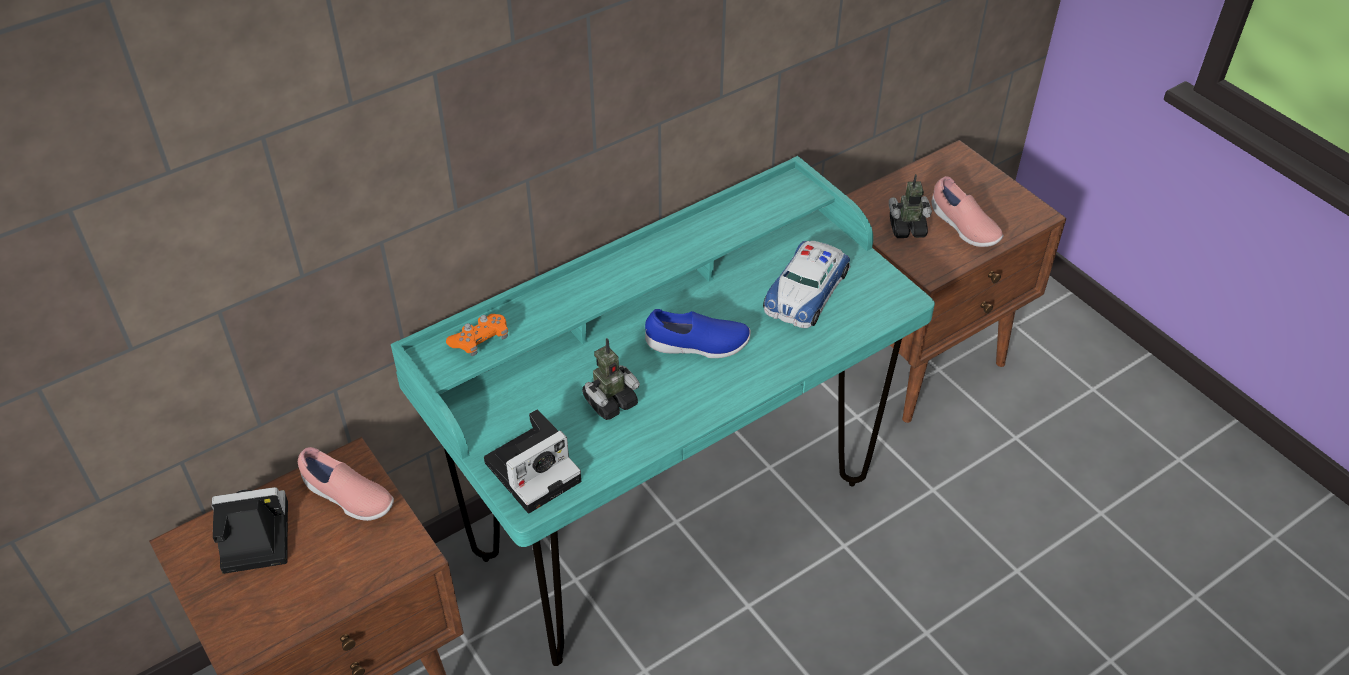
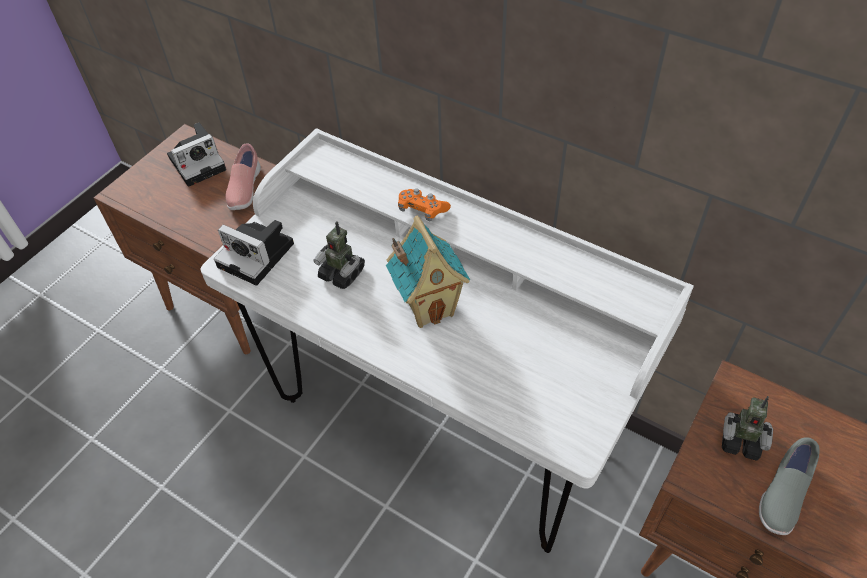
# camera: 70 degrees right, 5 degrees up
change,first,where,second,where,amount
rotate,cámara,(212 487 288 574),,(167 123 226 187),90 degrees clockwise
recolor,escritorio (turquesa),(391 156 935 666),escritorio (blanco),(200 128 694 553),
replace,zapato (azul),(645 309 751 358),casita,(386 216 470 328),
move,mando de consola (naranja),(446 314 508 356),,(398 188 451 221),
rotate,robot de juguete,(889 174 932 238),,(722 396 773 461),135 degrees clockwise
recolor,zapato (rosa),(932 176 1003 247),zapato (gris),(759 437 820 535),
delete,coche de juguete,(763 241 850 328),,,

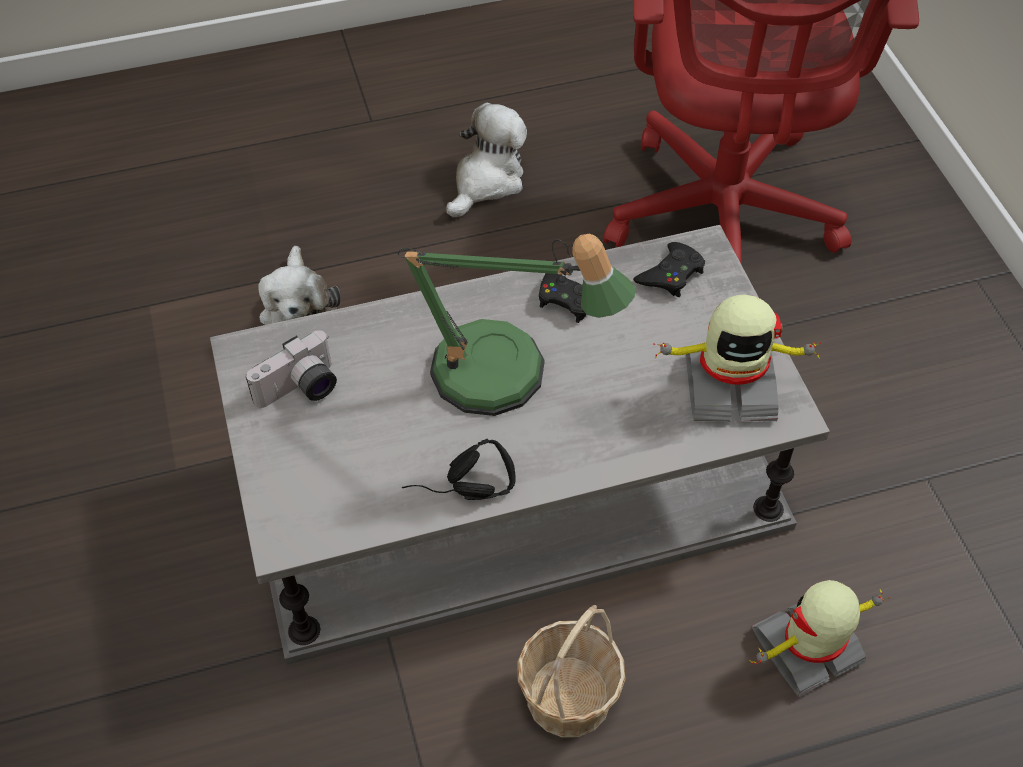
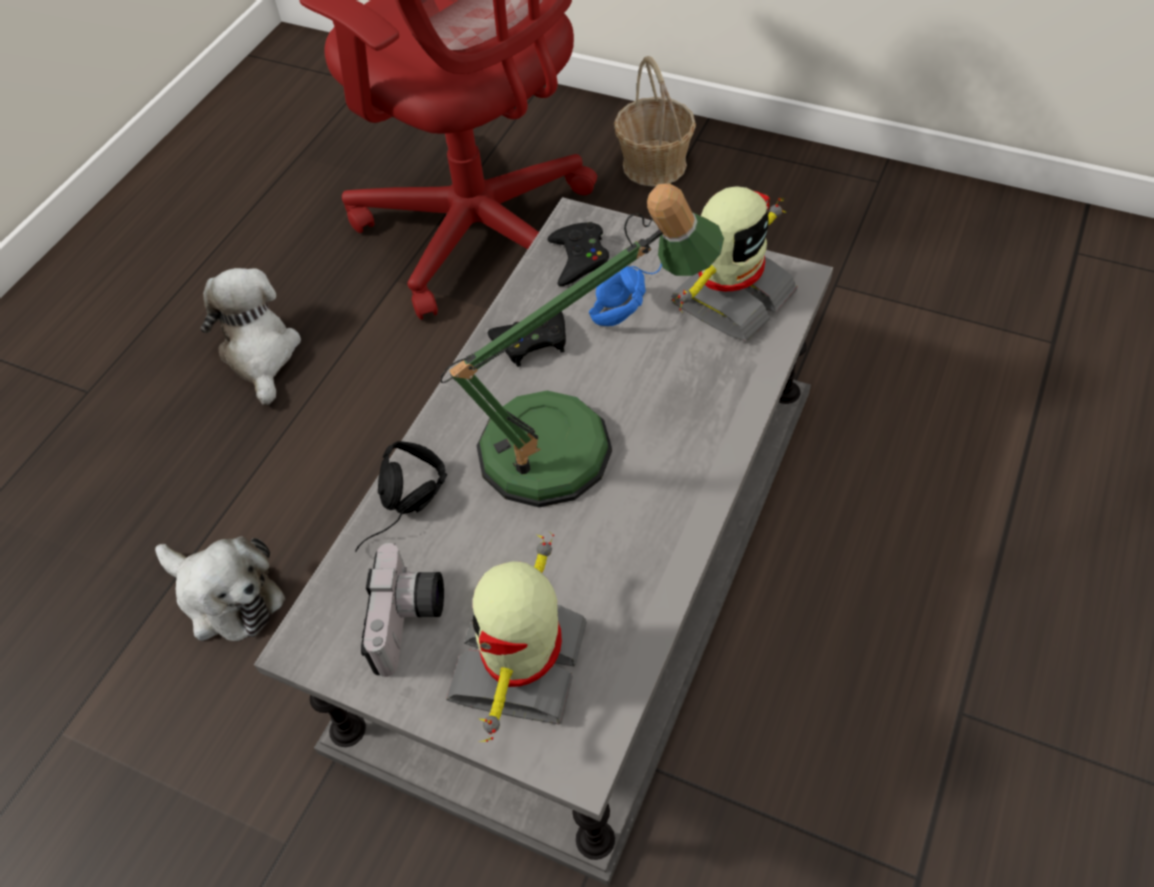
# camera: 45 degrees left, 0 degrees up
change,first,where,second,where,amount
move,auriculares (negro),(401 439 516 500),,(355 441 447 552),
move,robot de juguete,(751 580 890 697),,(446 534 587 742),
insert,,,auriculares (azul),(589 264 662 326),
move,cesta,(517 605 625 738),,(614 56 696 187),

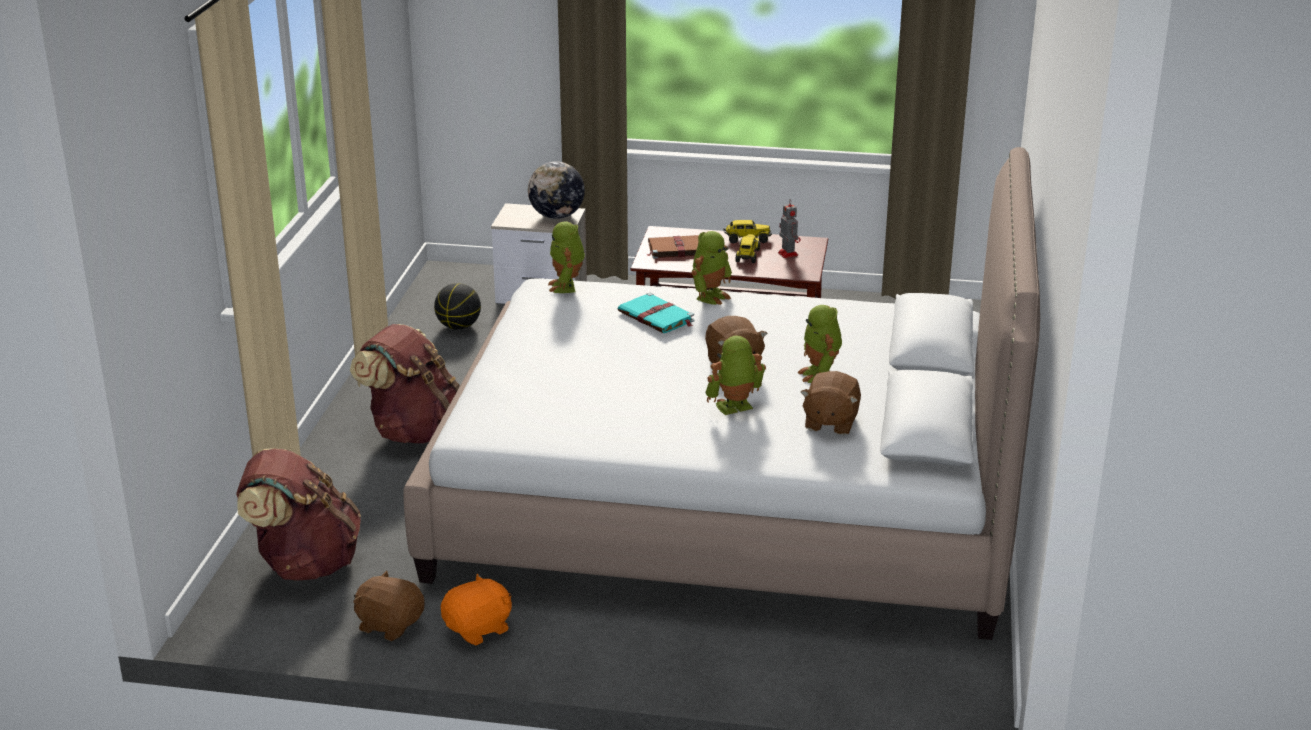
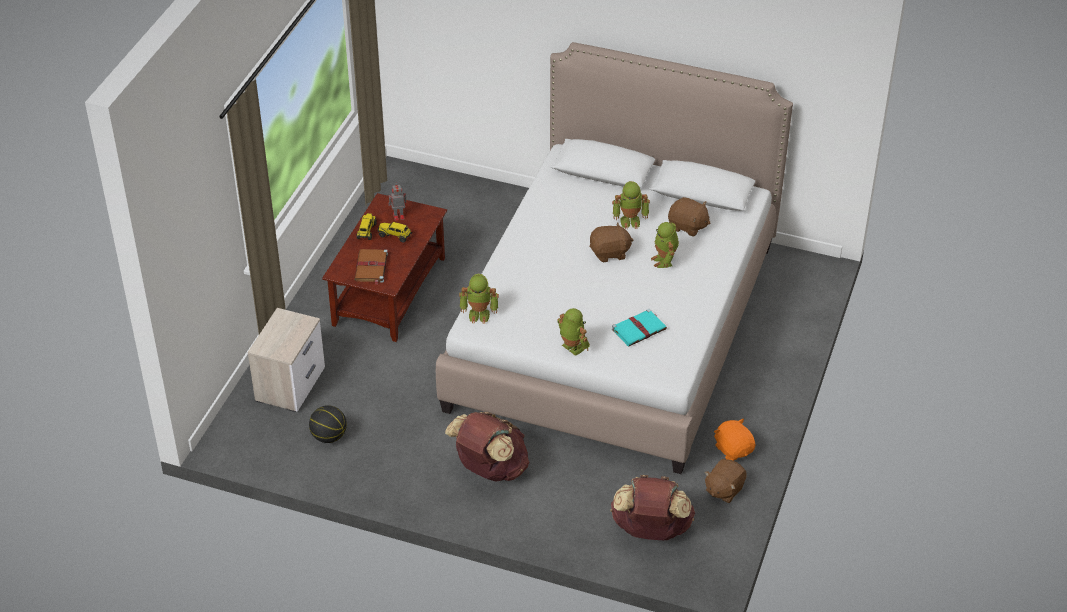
# camera: 80 degrees left, 15 degrees up
change,first,where,second,where,amount
move,robot de juguete,(692 231 732 305),,(557 308 590 356),
move,libro (turquesa),(618 293 694 333),,(612 309 667 347),
delete,globo terráqueo,(528 161 585 219),,,

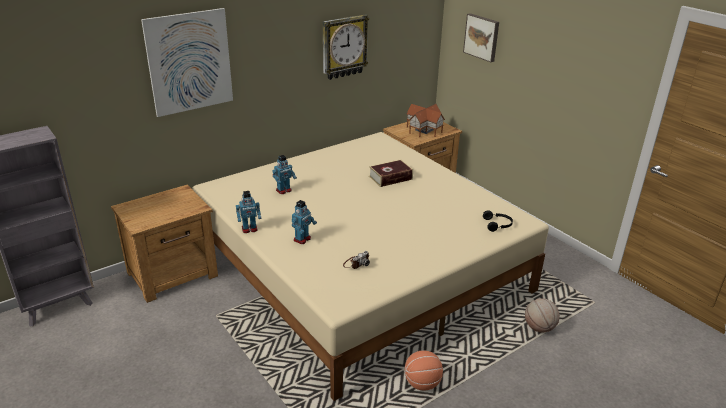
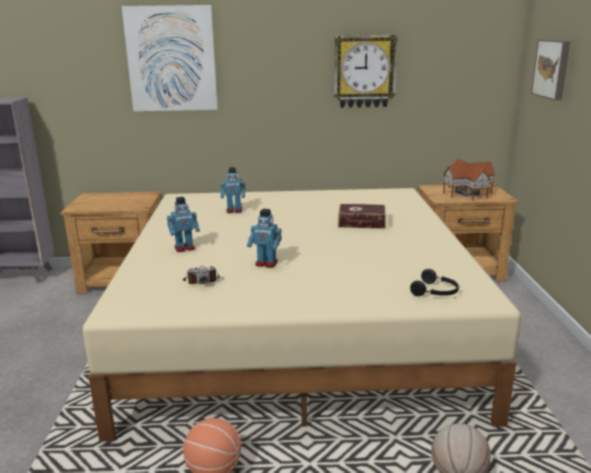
# camera: 35 degrees right, 10 degrees down
change,first,where,second,where,amount
move,robot de juguete,(236 191 261 233),,(247 209 282 268),

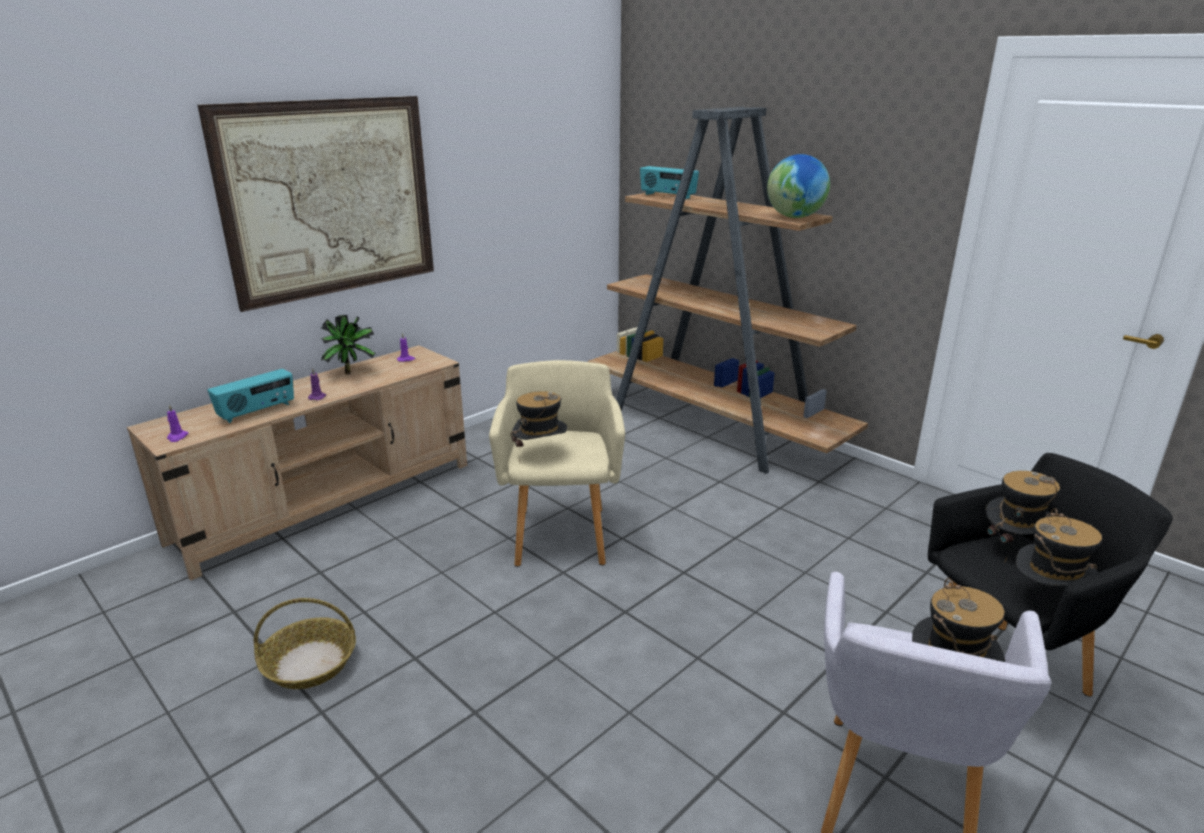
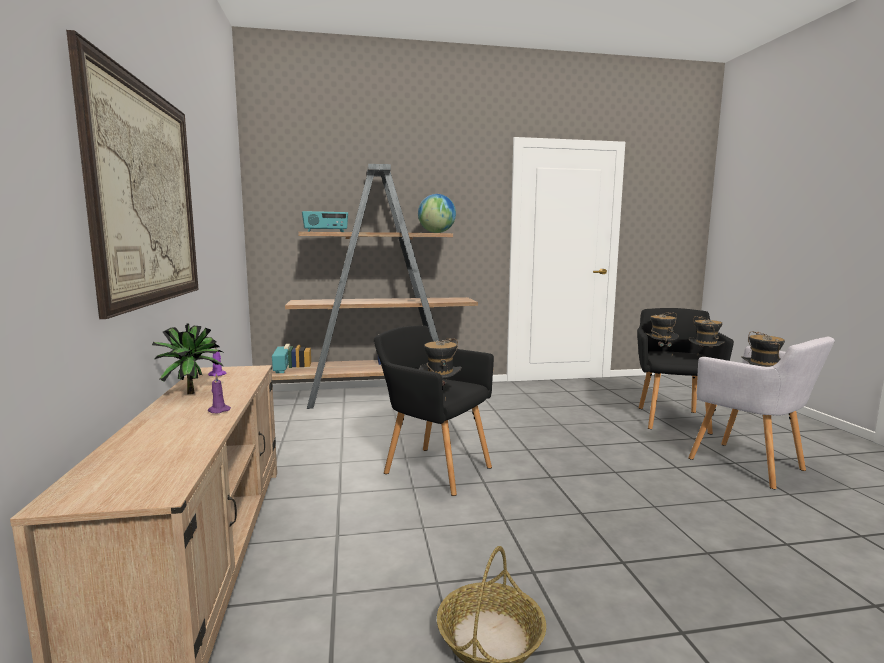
# camera: 55 degrees left, 15 degrees down
change,first,where,second,where,amount
move,radio,(208 369 294 423),,(272 346 289 373),
recolor,sillón (beis),(489 360 625 567),sillón (negro),(374 325 494 496),
delete,vela (morado),(167 404 188 442),,,

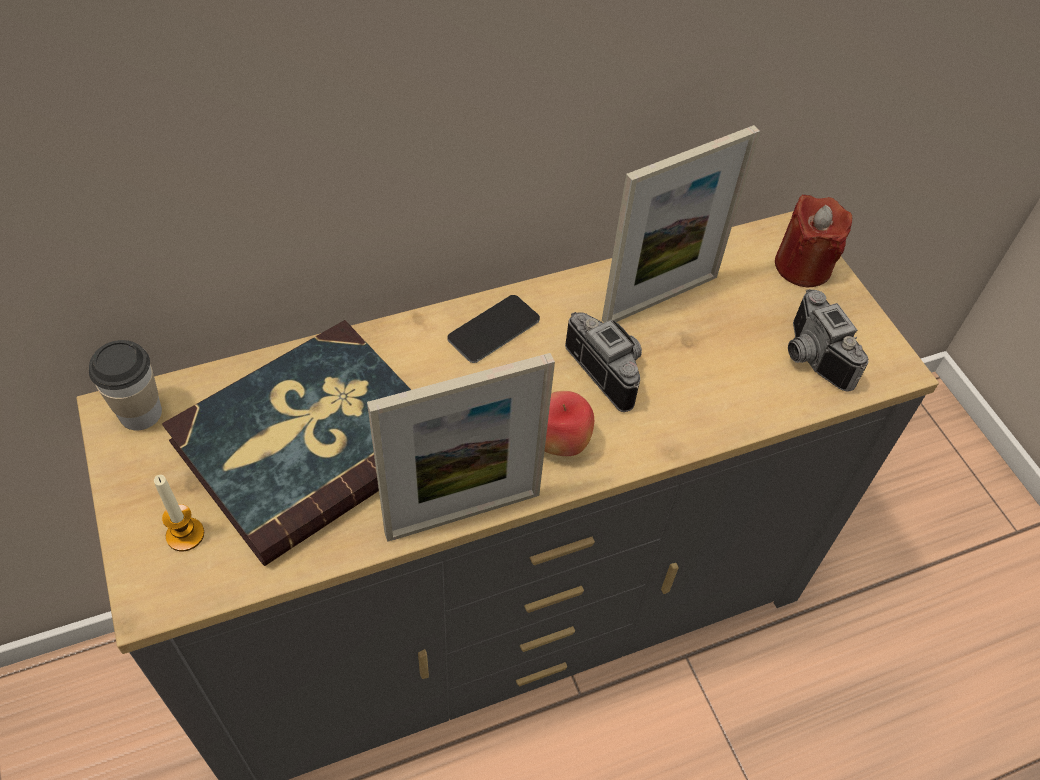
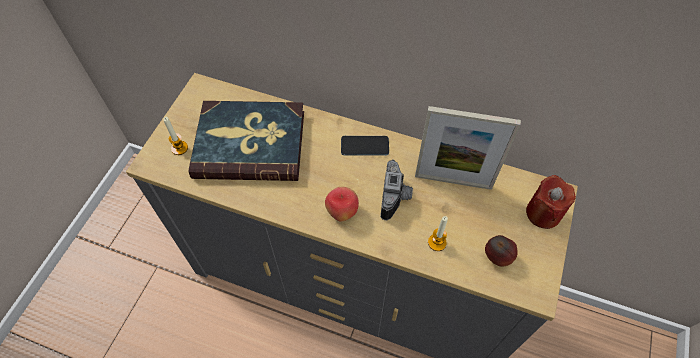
# camera: 45 degrees right, 5 degrees up
change,first,where,second,where,amount
insert,,,vela,(428 216 448 251),
replace,cámara,(788 289 869 391),manzana,(485 235 518 267),
delete,taza,(89 340 162 430),,,
delete,portarretratos,(367 353 555 542),,,

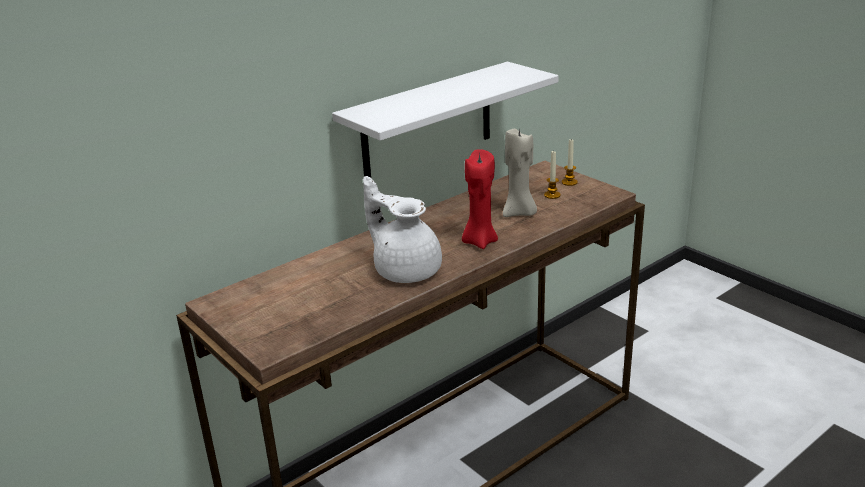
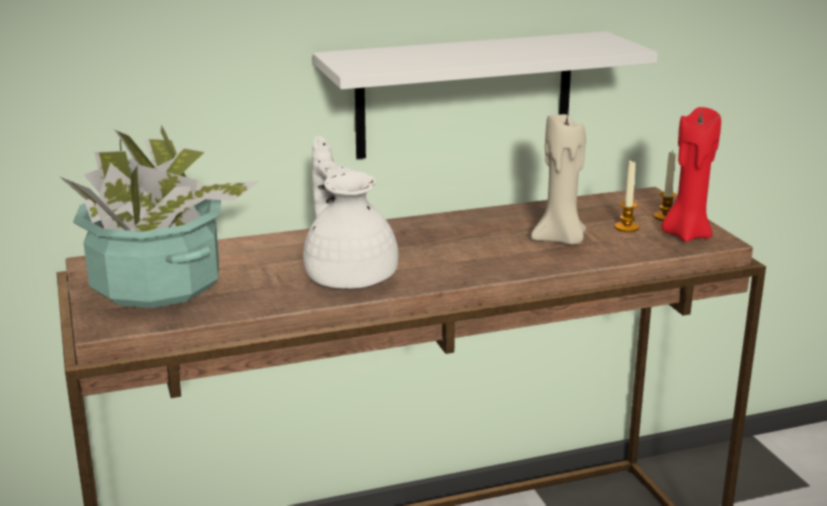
# camera: 20 degrees right, 5 degrees down
change,first,where,second,where,amount
insert,,,planta en maceta,(60 124 259 308),
move,vela (rojo),(462 149 498 249),,(661 107 721 242),

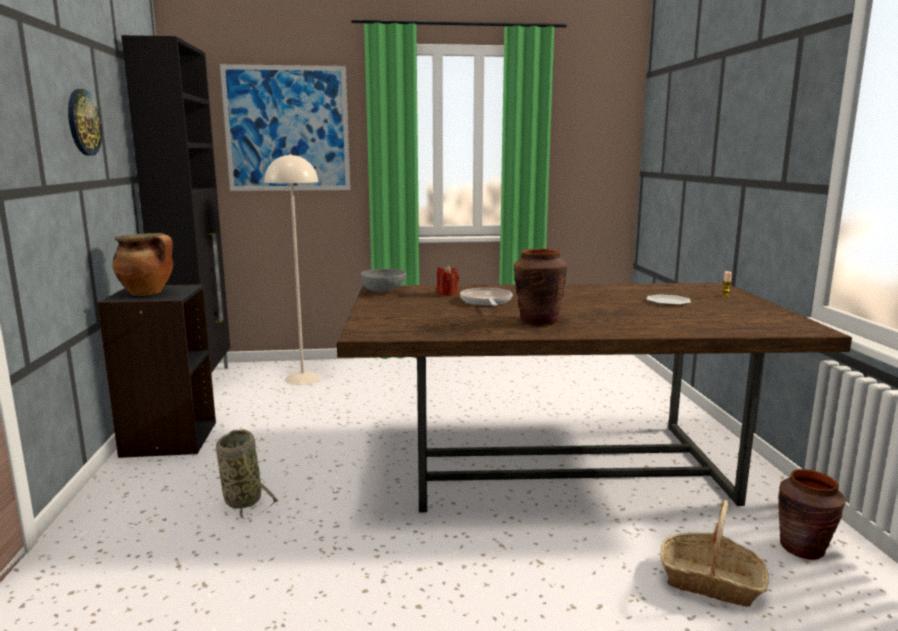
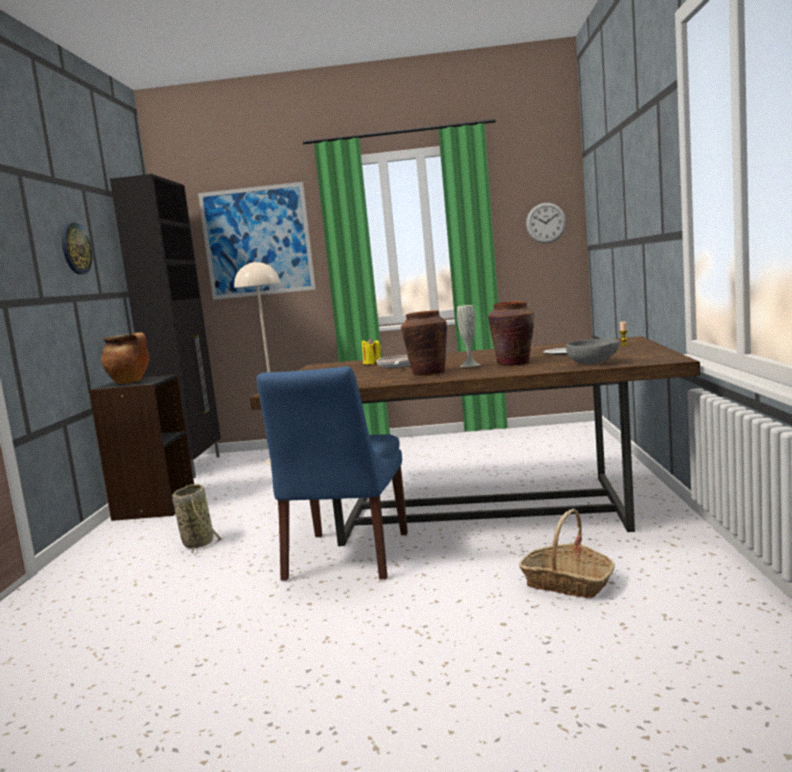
# camera: 10 degrees right, 5 degrees down
change,first,where,second,where,amount
insert,,,silla (azul),(257 367 408 581),
recolor,vela (rojo),(437 265 459 296),vela (amarillo),(362 338 381 365),
insert,,,florero (blanco),(457 305 480 367),
move,florero (marrón),(778 469 846 560),,(488 301 534 366),
insert,,,reloj de pared,(526 203 566 243),
move,cuenco (gris),(360 269 406 293),,(566 339 619 364),

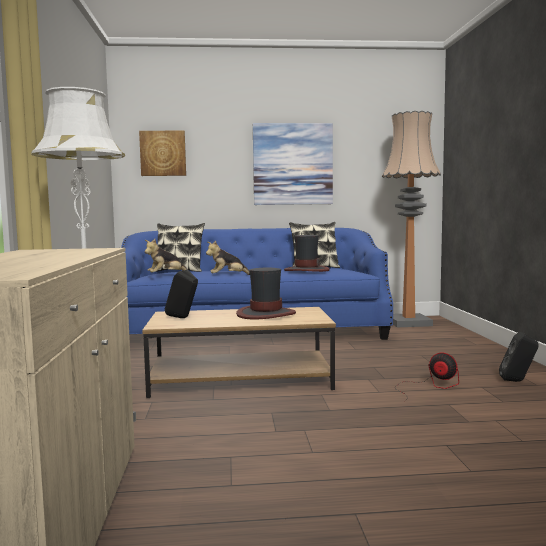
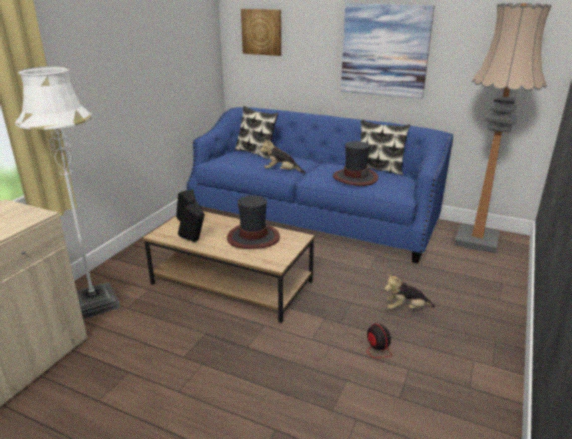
# camera: 30 degrees right, 20 degrees up
change,first,where,second,where,amount
move,altavoz (negro),(499 332 539 382),,(178 202 205 242),
move,peluche,(145 239 188 272),,(384 274 435 309),

